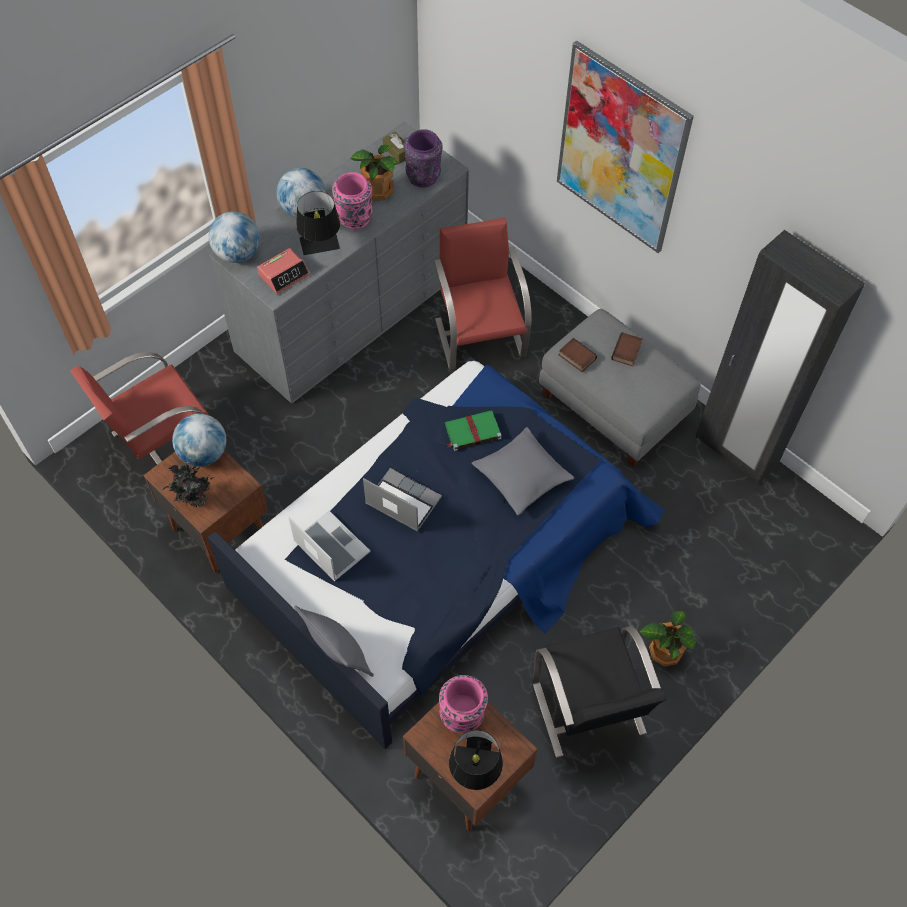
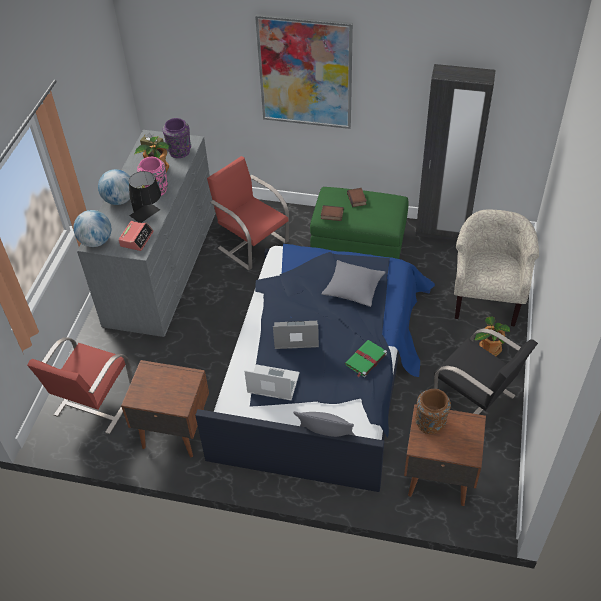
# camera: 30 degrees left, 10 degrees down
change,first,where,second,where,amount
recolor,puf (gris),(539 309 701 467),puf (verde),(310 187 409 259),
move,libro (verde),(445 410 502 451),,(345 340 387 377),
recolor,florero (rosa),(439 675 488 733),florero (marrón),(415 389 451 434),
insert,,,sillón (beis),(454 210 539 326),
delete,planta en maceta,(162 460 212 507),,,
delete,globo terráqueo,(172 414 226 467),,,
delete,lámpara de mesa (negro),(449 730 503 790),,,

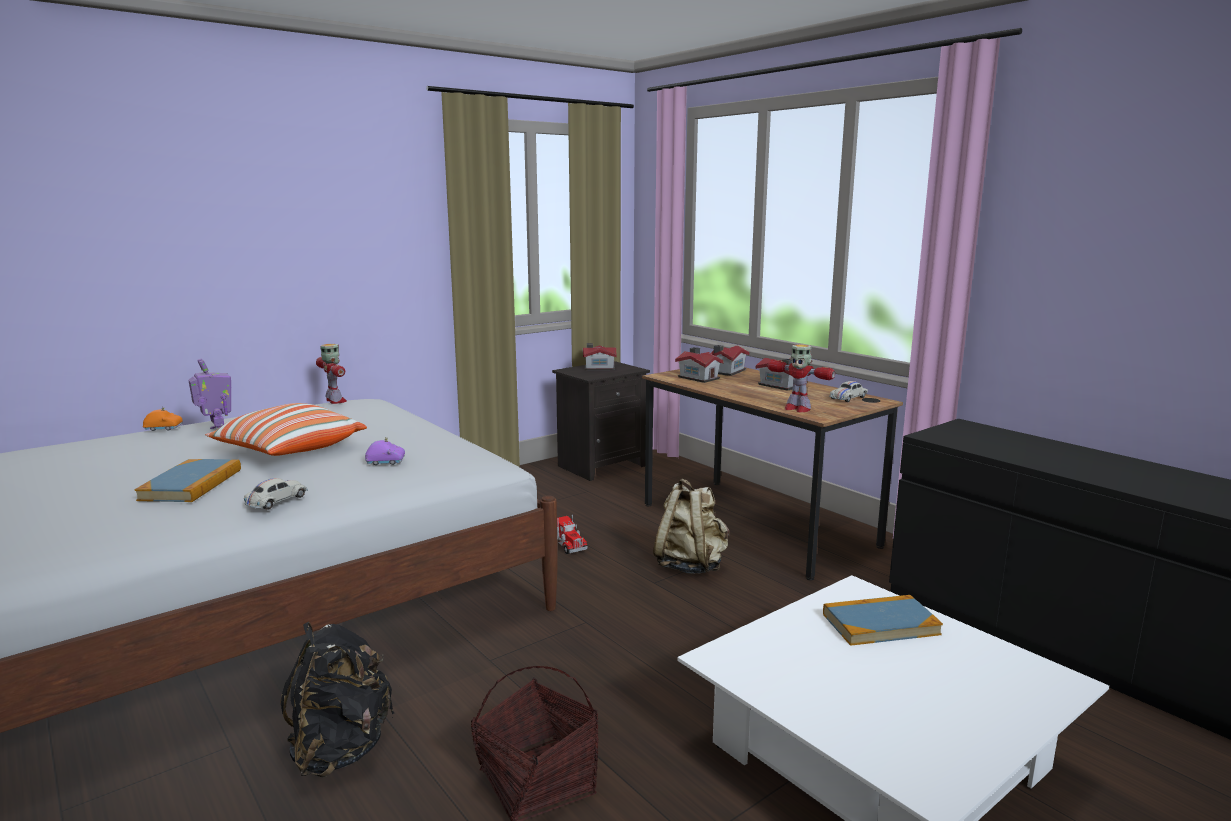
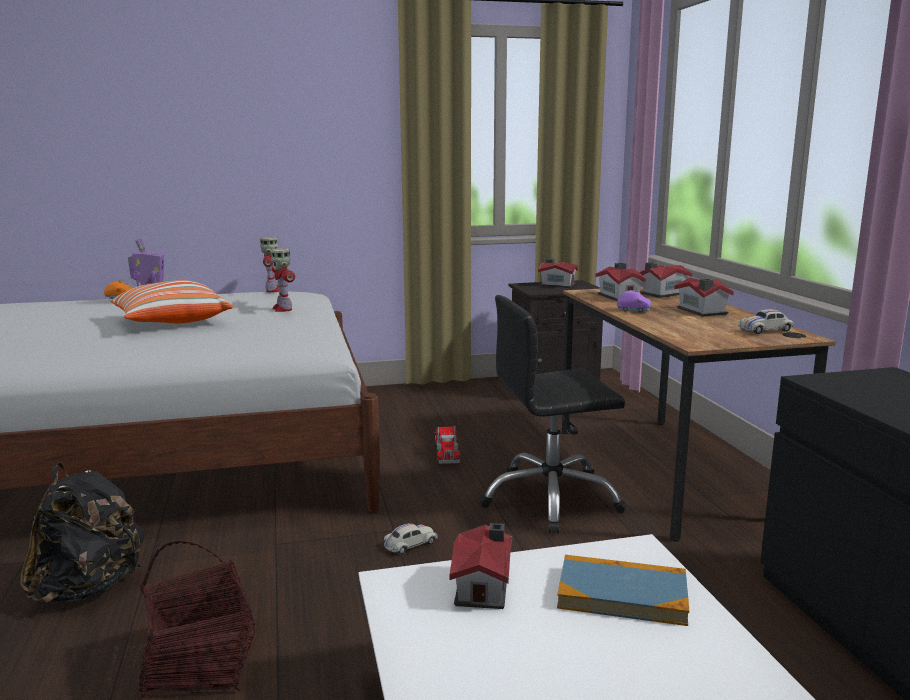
# camera: 25 degrees right, 0 degrees up
change,first,where,second,where,amount
move,robot de juguete,(767 344 835 412),,(271 248 295 312),
move,coche de juguete (blanco),(244 478 308 510),,(384 523 438 555),
insert,,,casita,(450 523 512 609),
replace,mochila (beis),(653 479 729 574),silla de oficina (negro),(479 295 627 533),
move,coche de juguete (morado),(365 438 405 465),,(617 287 651 312),
delete,libro,(134 459 241 502),,,

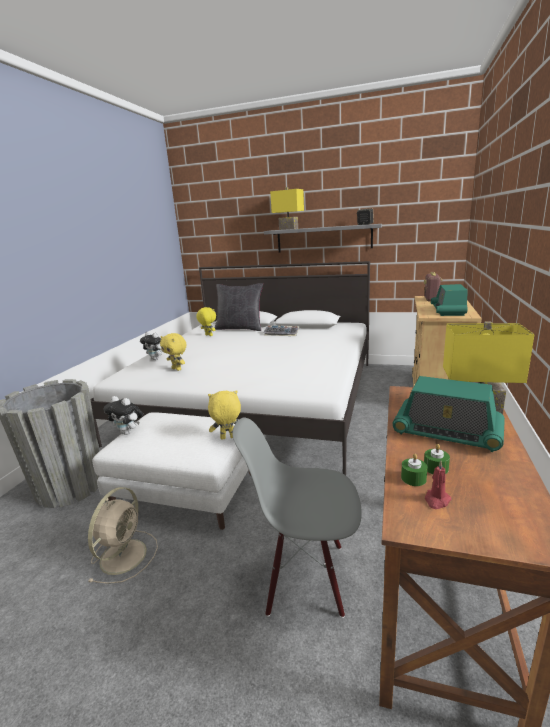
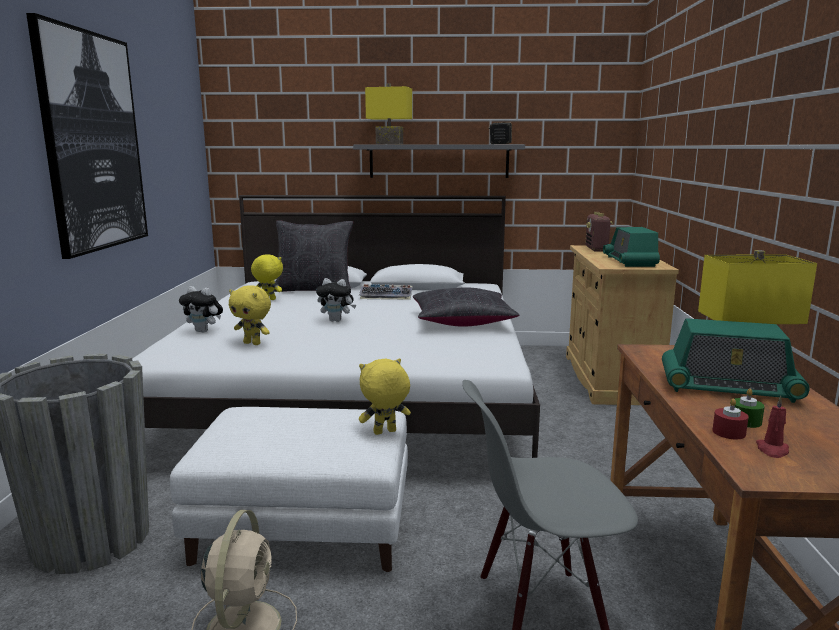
# camera: 15 degrees left, 5 degrees down
change,first,where,second,where,amount
insert,,,cuadro,(26 13 148 259),
move,peluche,(103 396 143 435),,(316 278 356 322),
insert,,,cojín (negro),(413 288 520 326),
recolor,vela (verde),(401 454 427 486),vela (rojo),(712 398 749 439),

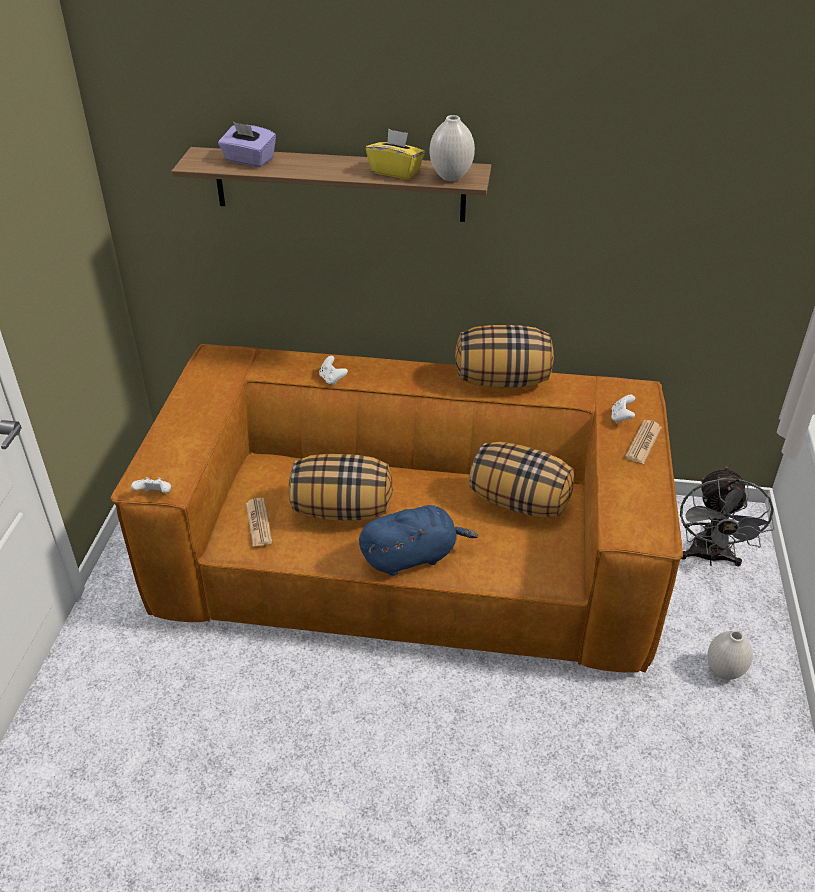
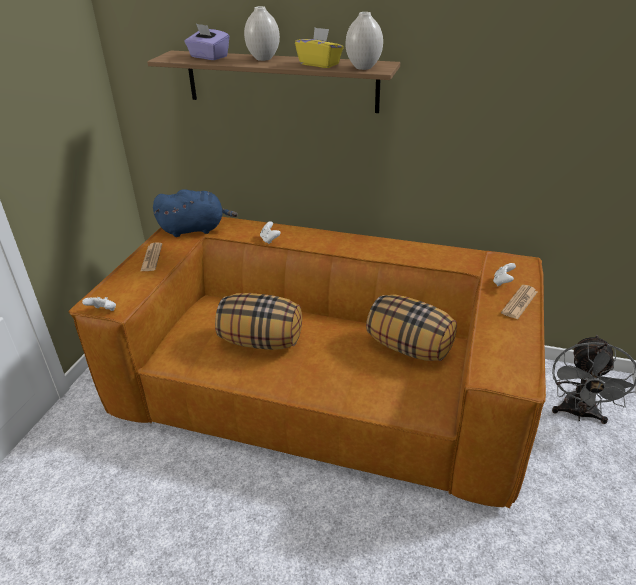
# camera: 10 degrees right, 5 degrees down
change,first,where,second,where,amount
move,periódico,(246 498 272 547),,(141 242 162 271),
move,peluche (azul),(359 505 478 576),,(153 189 237 237),
move,florero (blanco),(707 631 753 680),,(244 6 280 61),
delete,cojín,(455 325 554 387),,,

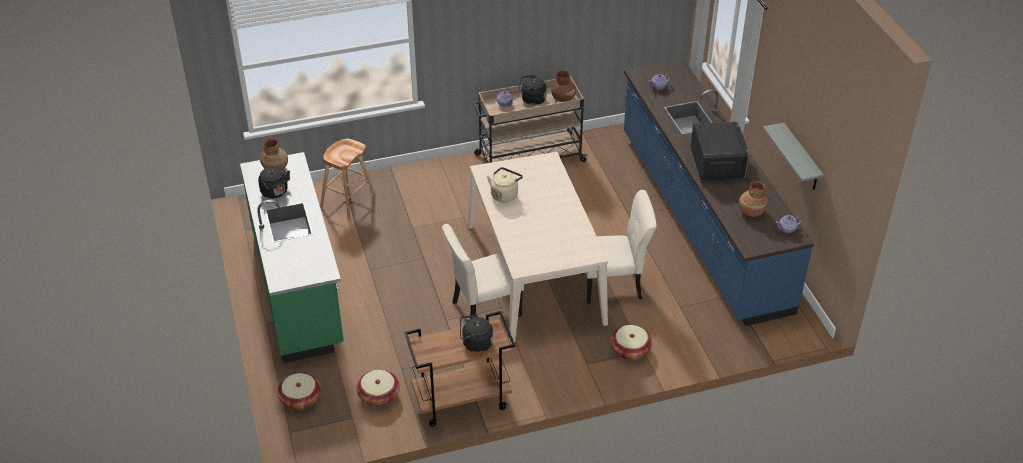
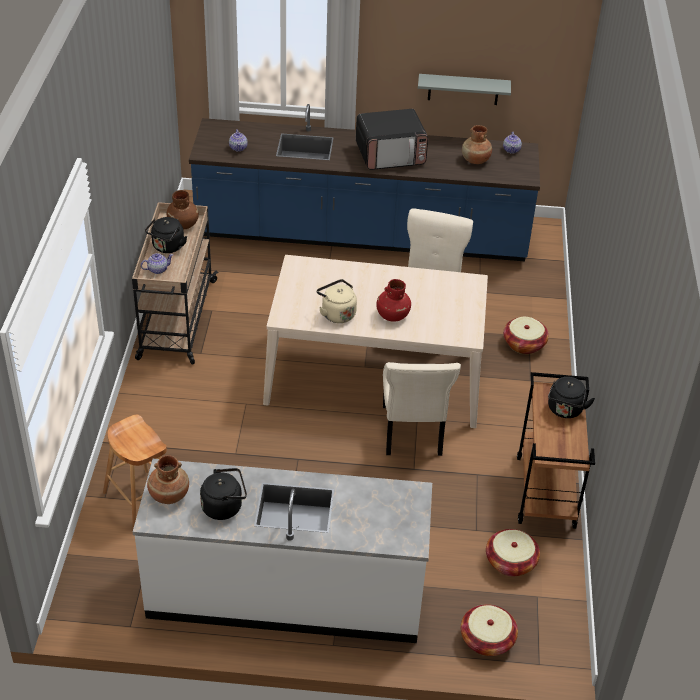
# camera: 70 degrees left, 0 degrees up
change,first,where,second,where,amount
recolor,mueble bajo de cocina (verde),(240 152 344 363),mueble bajo de cocina (blanco),(133 459 432 643),
rotate,microondas,(691 122 749 180),,(356 109 428 170),150 degrees clockwise
insert,,,florero (rojo),(376 279 411 322),

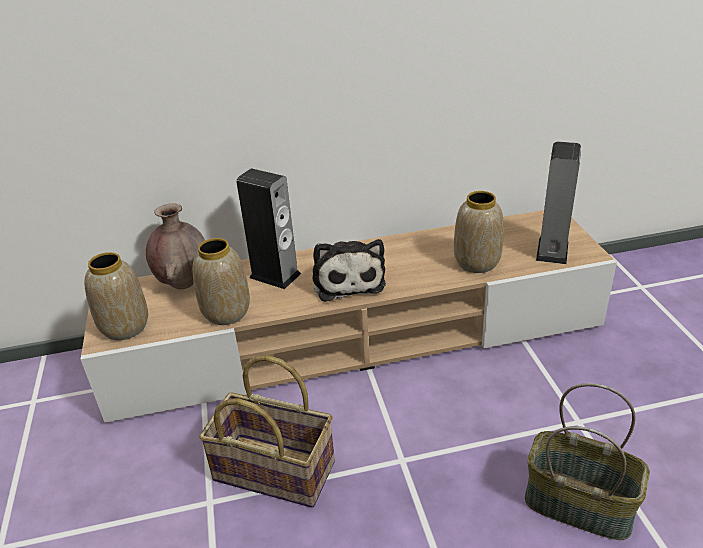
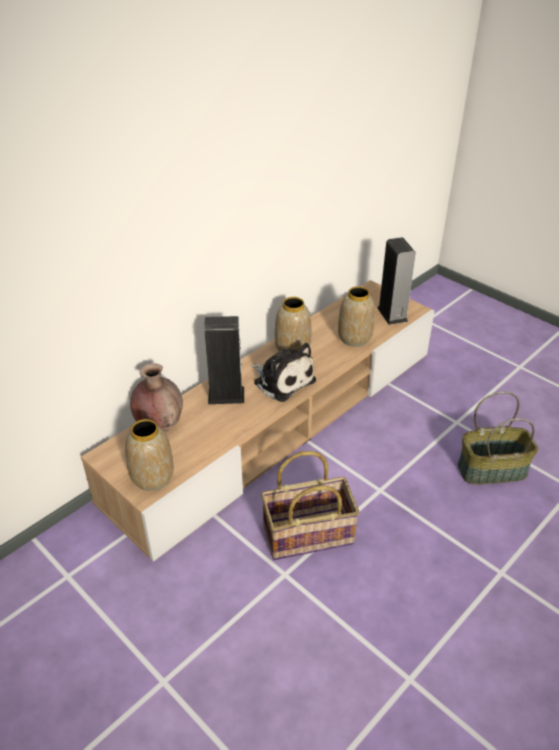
# camera: 35 degrees left, 5 degrees up
change,first,where,second,where,amount
move,florero,(193 238 250 325),,(275 297 311 351),

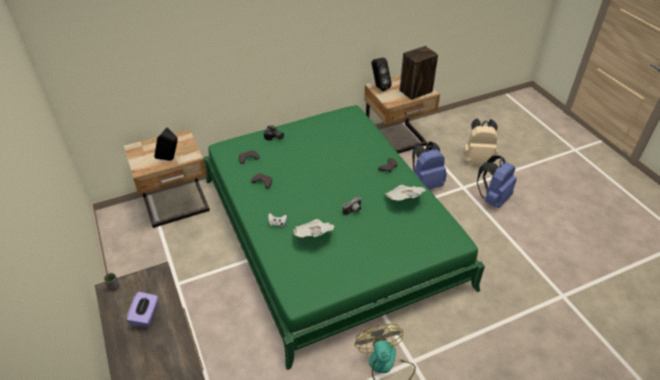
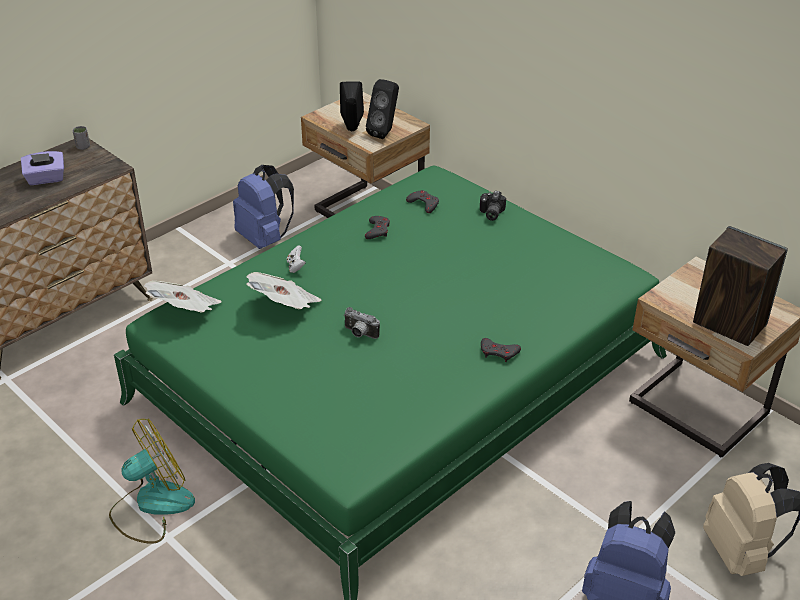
# camera: 70 degrees right, 5 degrees down
change,first,where,second,where,amount
move,periódico,(385 185 426 201),,(144 280 222 313),
move,mochila (azul),(413 141 447 189),,(233 165 294 249),
move,altavoz (negro),(372 57 392 91),,(366 79 399 139),

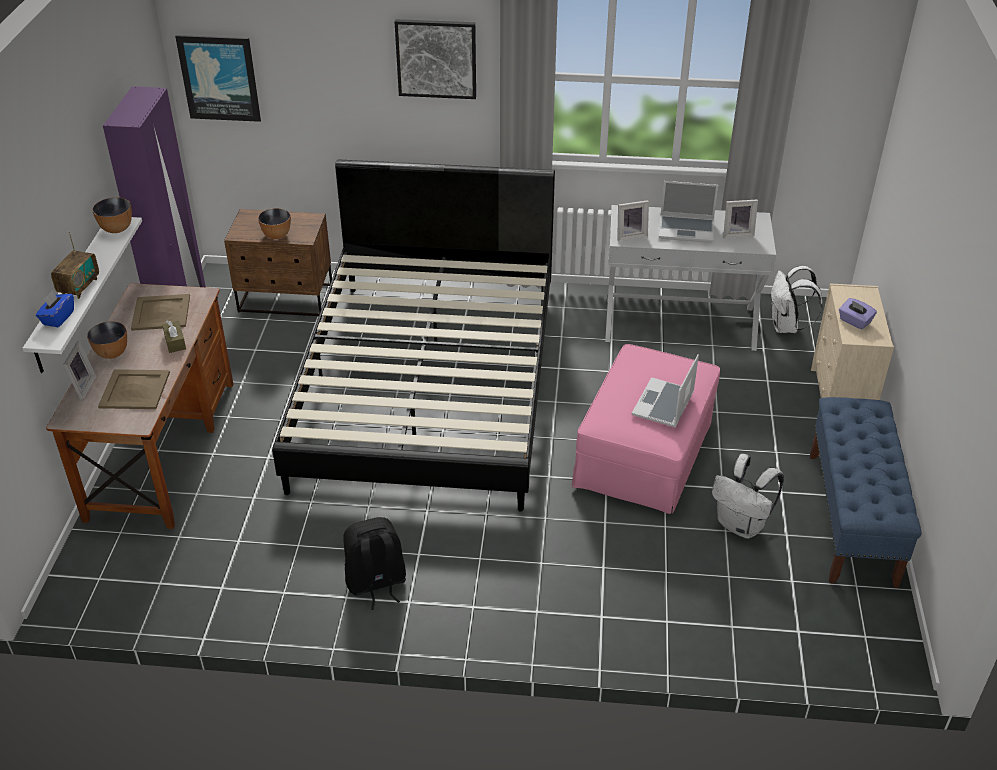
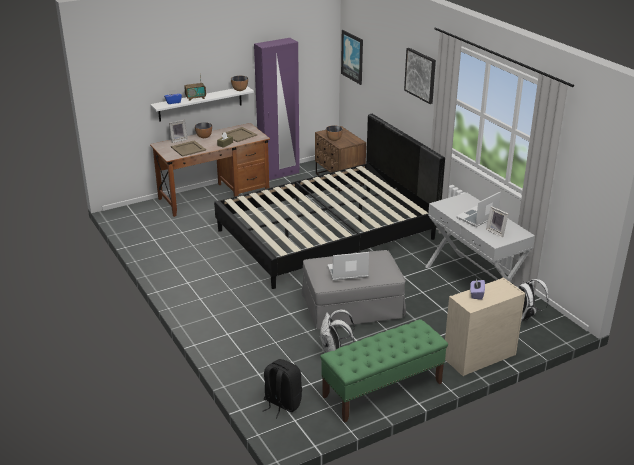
# camera: 55 degrees right, 10 degrees down
change,first,where,second,where,amount
move,mochila (negro),(343 517 406 610),,(262 359 302 418),
recolor,puf (rosa),(572 344 720 514),puf (gris),(301 250 406 329),
recolor,banco (azul),(810 397 921 588),banco (verde),(320 319 448 423),
rotate,portátil,(659 181 718 243),,(456 192 501 227),75 degrees clockwise
delete,portarretratos,(617 200 649 241),,,

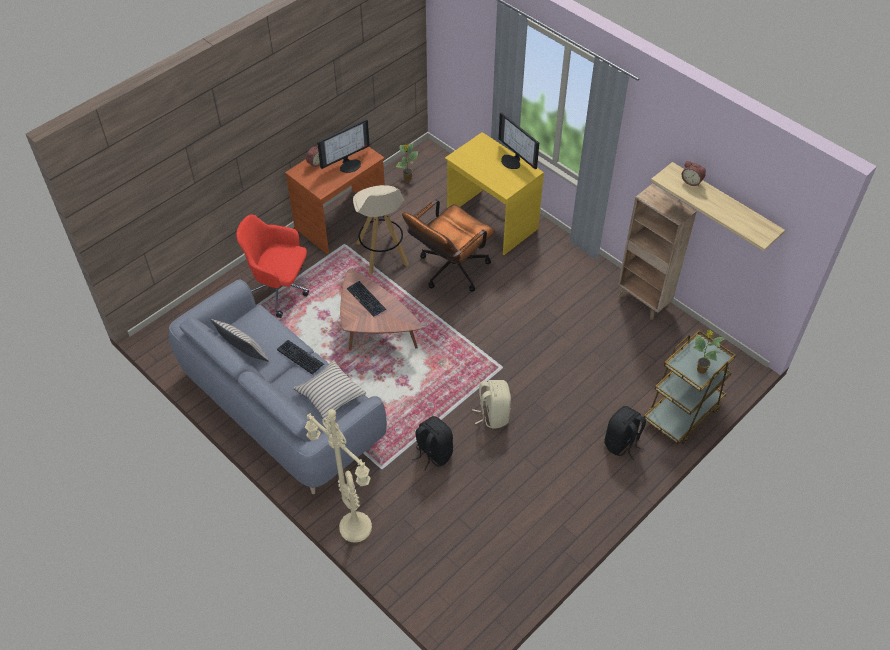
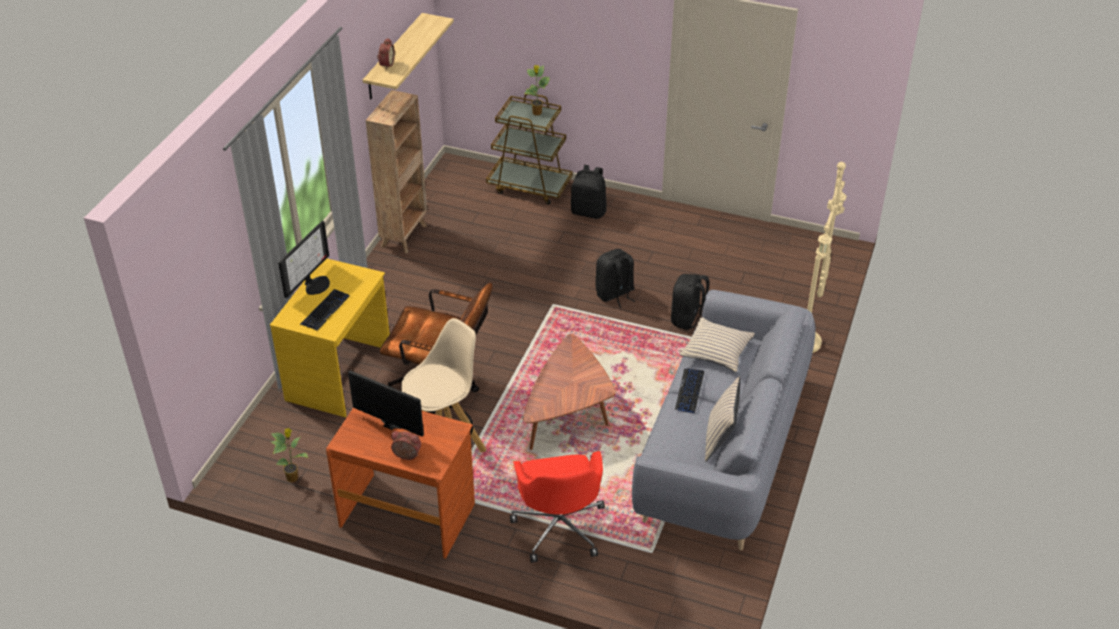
# camera: 115 degrees left, 10 degrees down
change,first,where,second,where,amount
move,teclado,(347 281 386 317),,(300 289 350 331),
recolor,mochila (beis),(472 380 511 429),mochila (negro),(596 249 635 308),

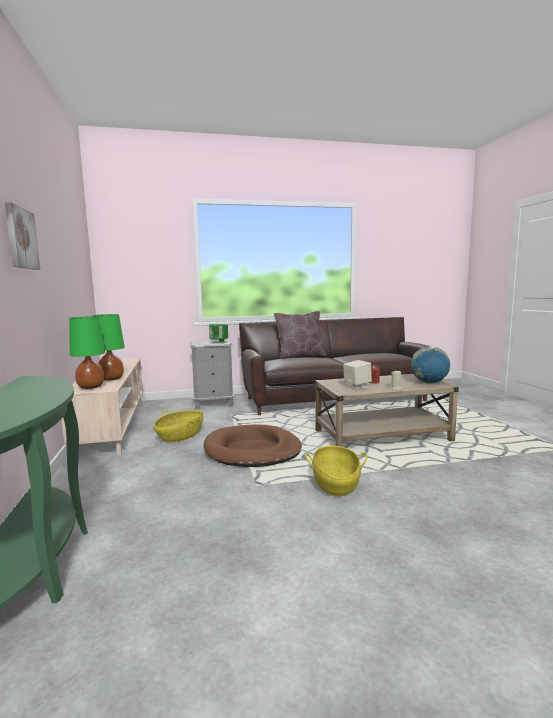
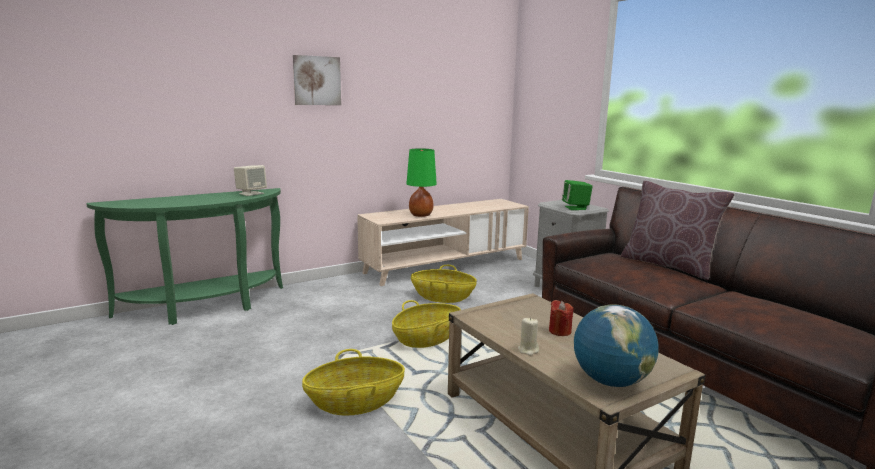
# camera: 70 degrees right, 5 degrees up
change,first,where,second,where,amount
move,altavoz (beis),(343 360 372 389),,(234 165 267 196),
replace,cama para perro (marrón),(204 424 302 467),cesta,(392 300 461 348),
delete,lámpara de mesa (verde),(69 317 105 389),,,

